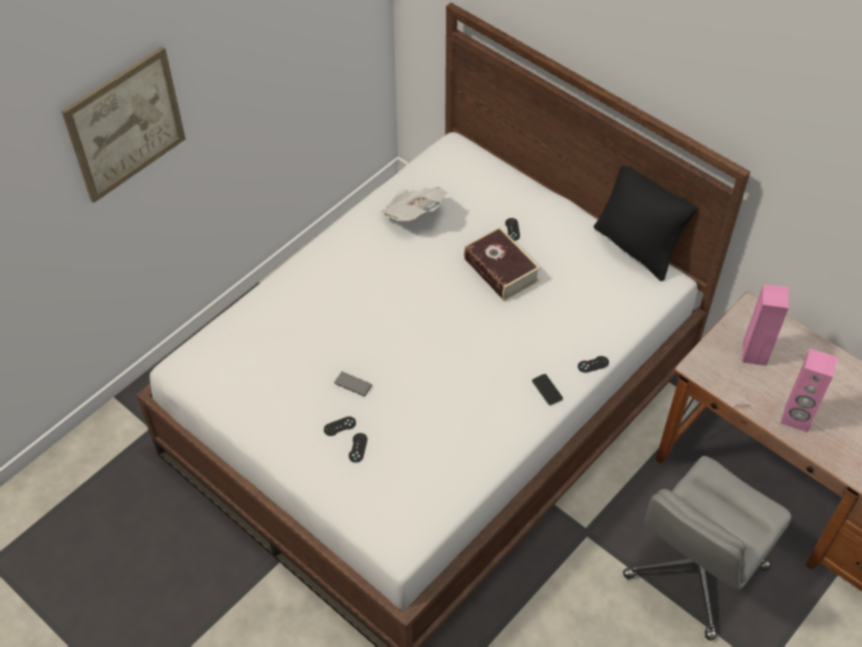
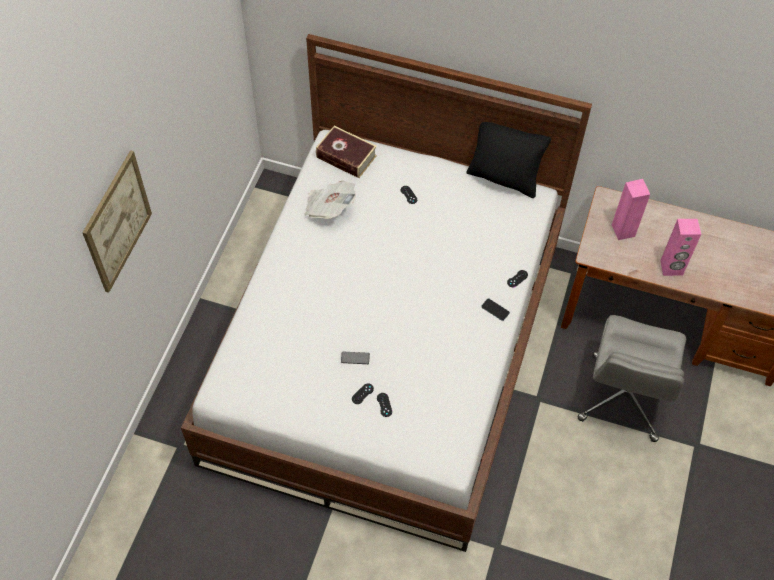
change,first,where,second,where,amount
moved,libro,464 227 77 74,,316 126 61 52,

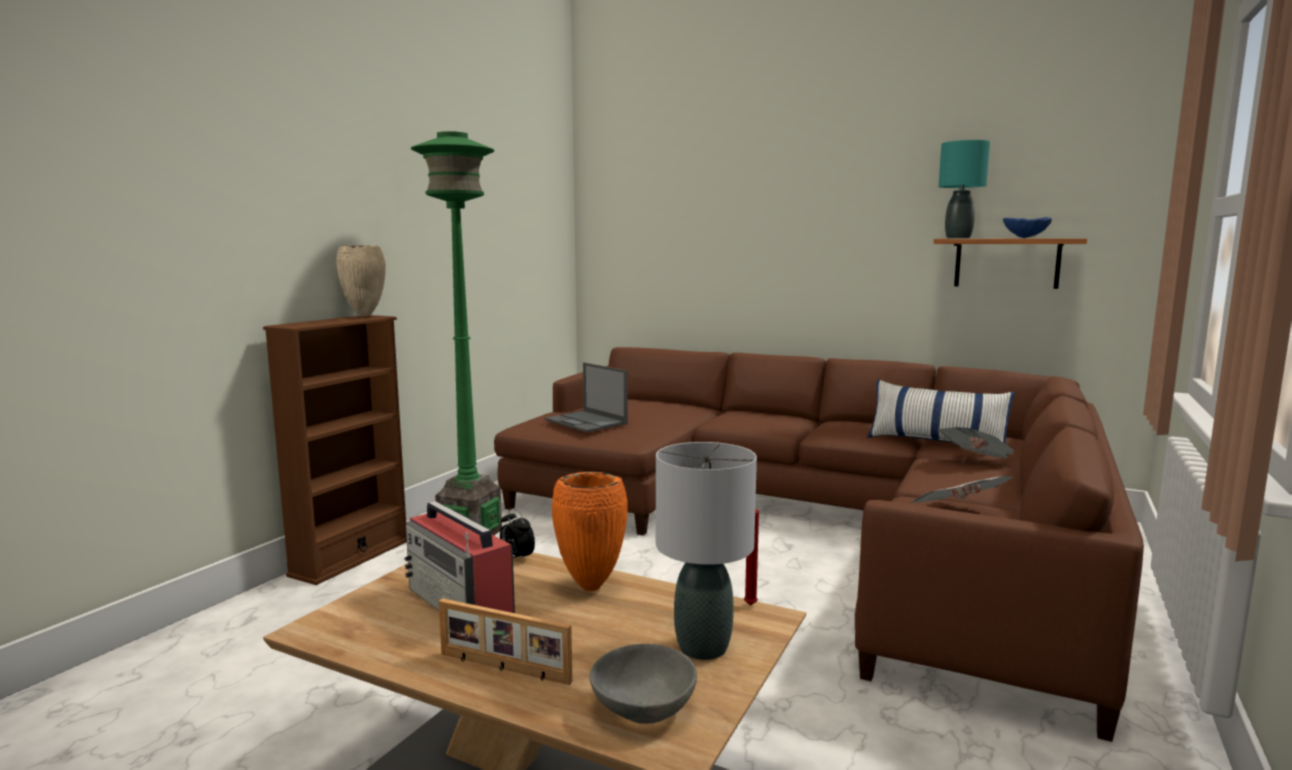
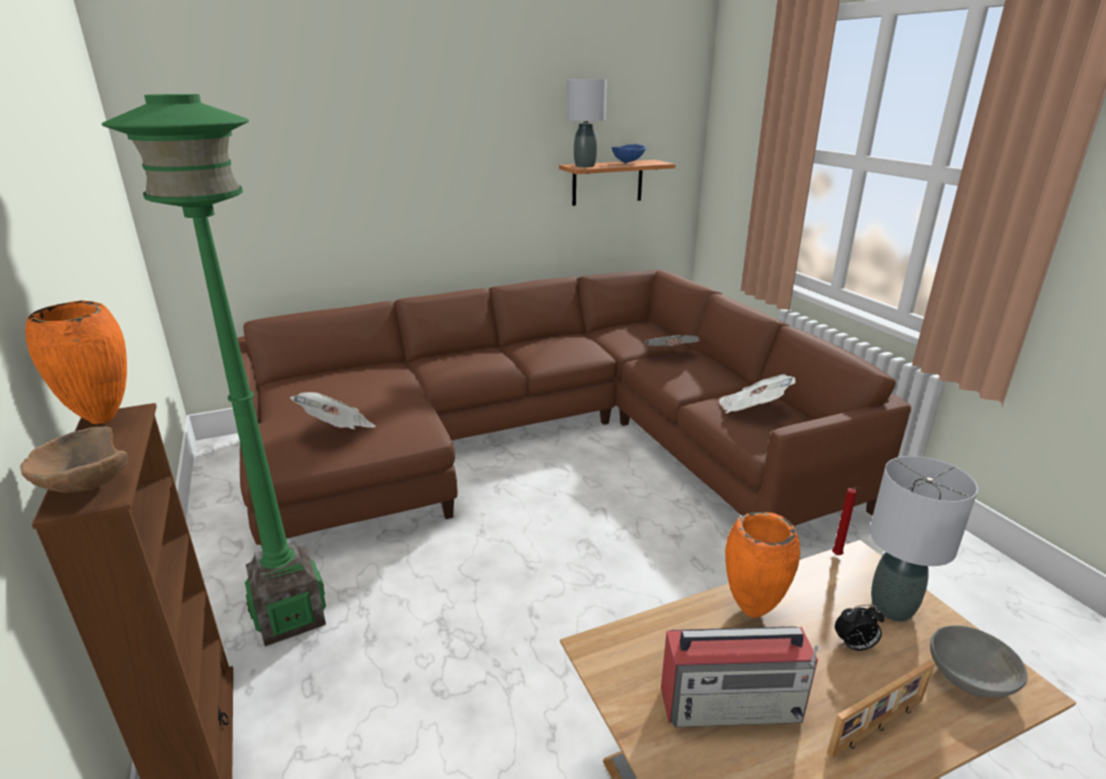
change,first,where,second,where,amount
recoloured,lámpara de mesa (turquesa),939 140 51 98,lámpara de mesa (gris),567 79 40 88,
recoloured,florero (beis),336 246 50 71,florero (naranja),25 300 102 124,
replaced,portátil,545 362 83 70,periódico,290 392 86 37,
removed,cojín,867 379 148 65,,,
moved,despertador,500 508 35 55,,835 605 49 46,
added,,,cuenco (marrón),20 427 108 66,

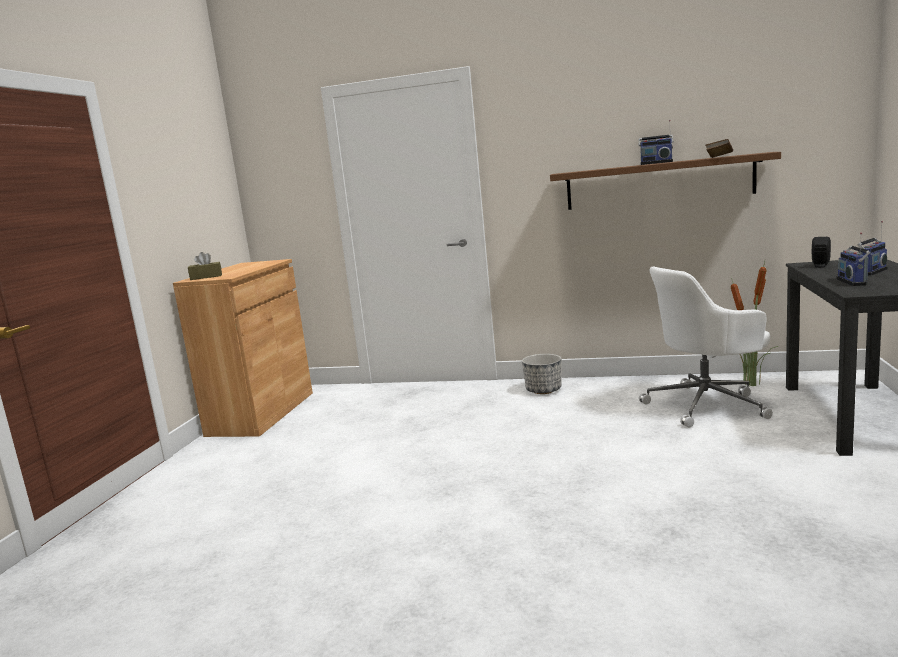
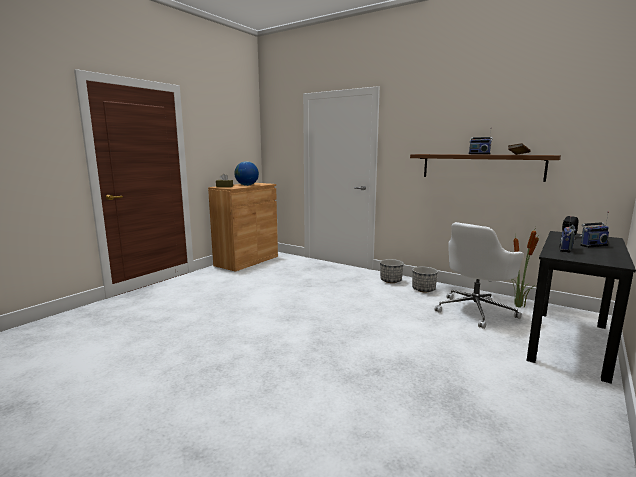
change,first,where,second,where,amount
turned,silla de oficina (blanco),639 267 134 161,,434 222 90 107,45 degrees counterclockwise
added,,,globo terráqueo,234 161 25 25,
added,,,maceta,412 267 26 25,

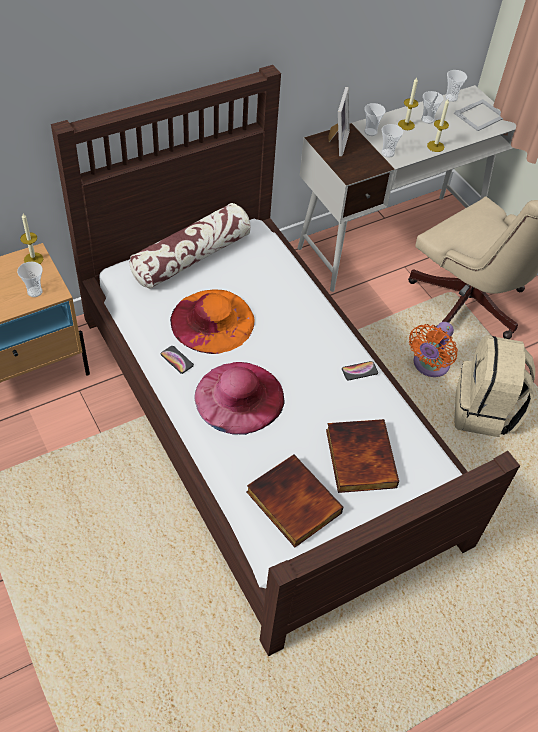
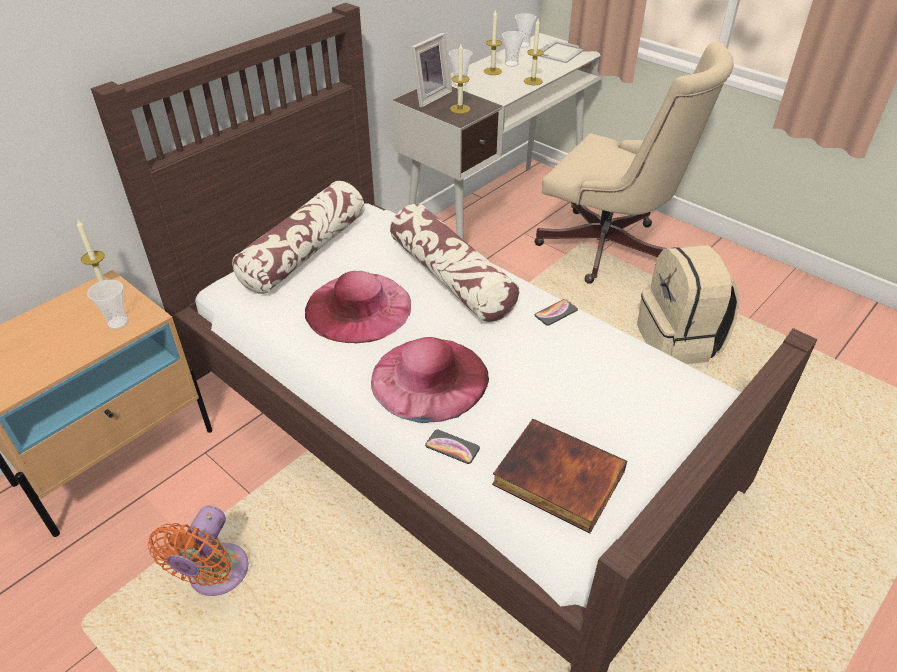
change,first,where,second,where,amount
turned,portarretratos,328 87 22 69,,411 32 41 76,45 degrees clockwise
removed,taza,381 124 22 34,,,
recoloured,sombrero (naranja),170 289 85 65,sombrero (rosa),305 271 106 72,
moved,ventilador (naranja),409 322 49 55,,148 506 100 90,
moved,móvil,160 346 34 28,,425 430 55 34,
removed,libro,326 419 73 74,,,
added,,,vela,450 44 20 70,
added,,,cojín,390 204 129 119,

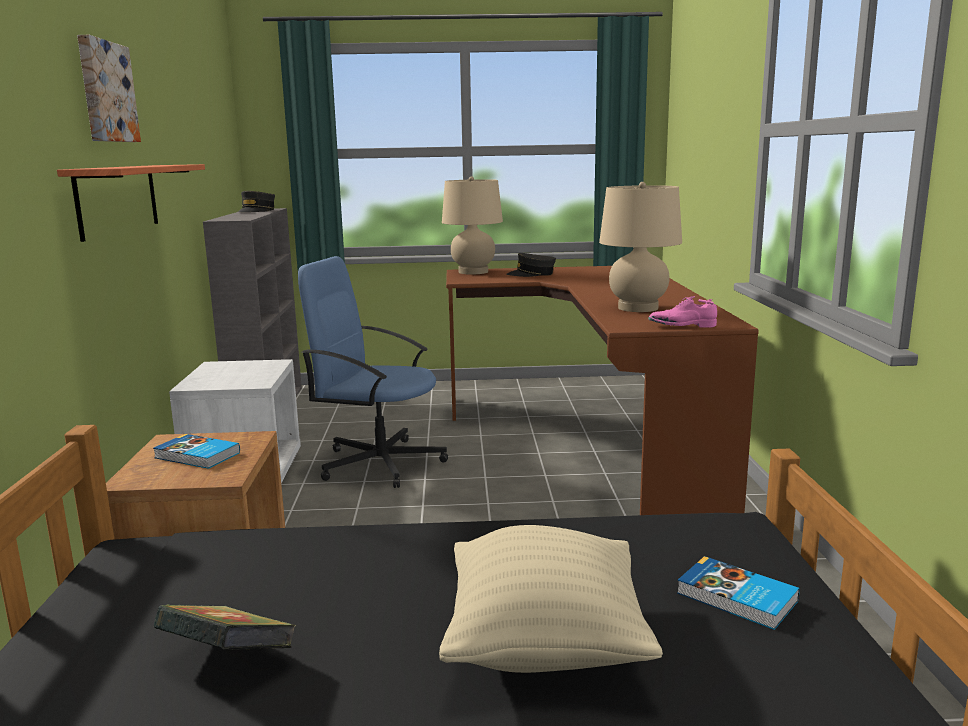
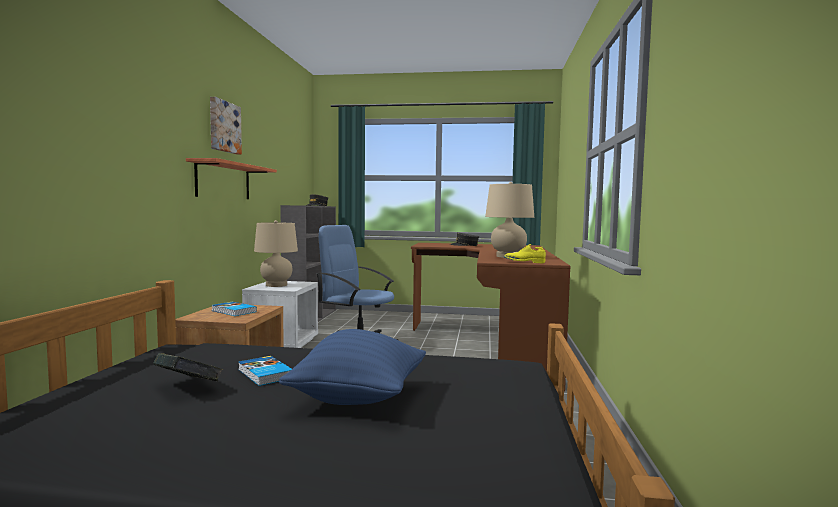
change,first,where,second,where,amount
moved,lámpara de mesa (beis),442 176 61 99,,254 220 44 67,
recoloured,zapato (rosa),648 296 69 32,zapato (amarillo),504 244 42 19,
recoloured,cojín (beis),439 525 224 148,cojín (azul),279 329 147 76,
moved,libro,677 556 123 74,,238 356 54 30,

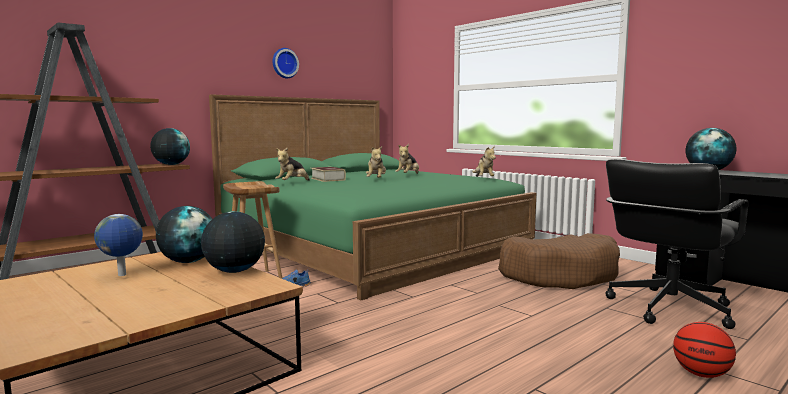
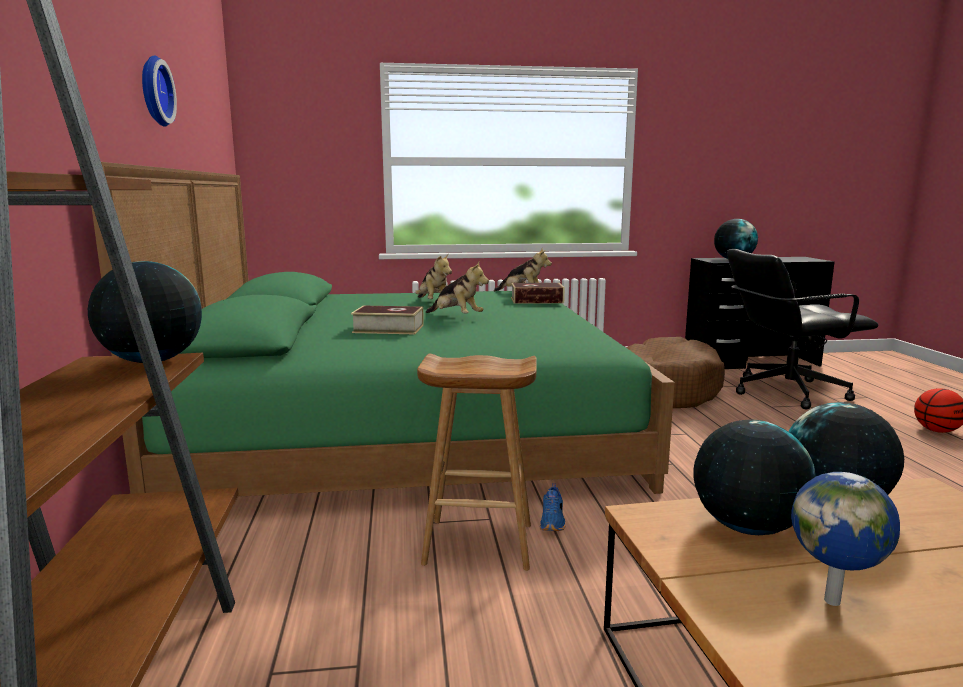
change,first,where,second,where,amount
removed,peluche,275 147 35 34,,,
turned,silla de oficina (negro),606 159 142 170,,727 249 151 160,90 degrees clockwise
added,,,libro,511 283 54 21,

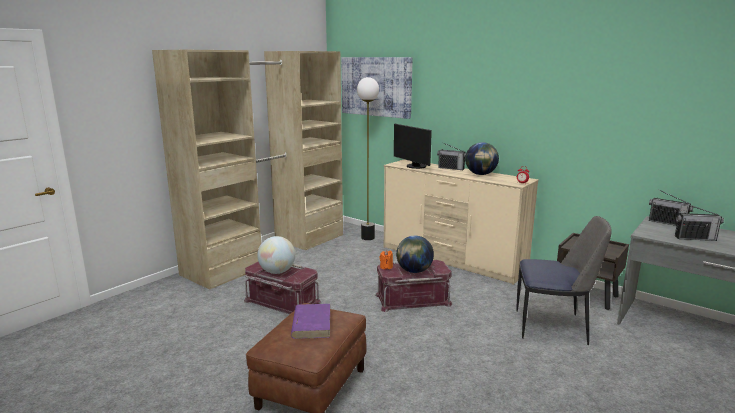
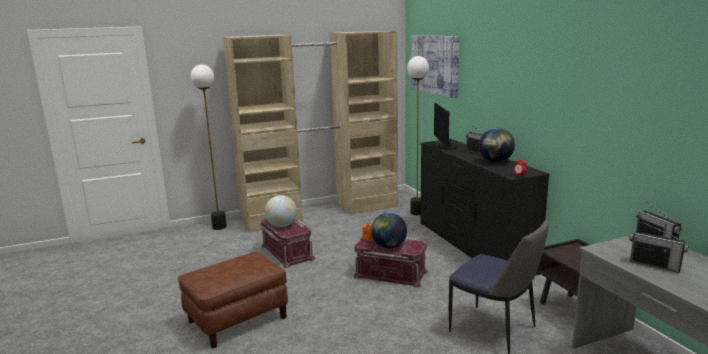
change,first,where,second,where,amount
recoloured,cómoda (beis),384 159 155 126,cómoda (negro),421 139 128 137,
removed,libro (morado),291 304 39 35,,,
added,,,lámpara de pie,191 64 36 166,

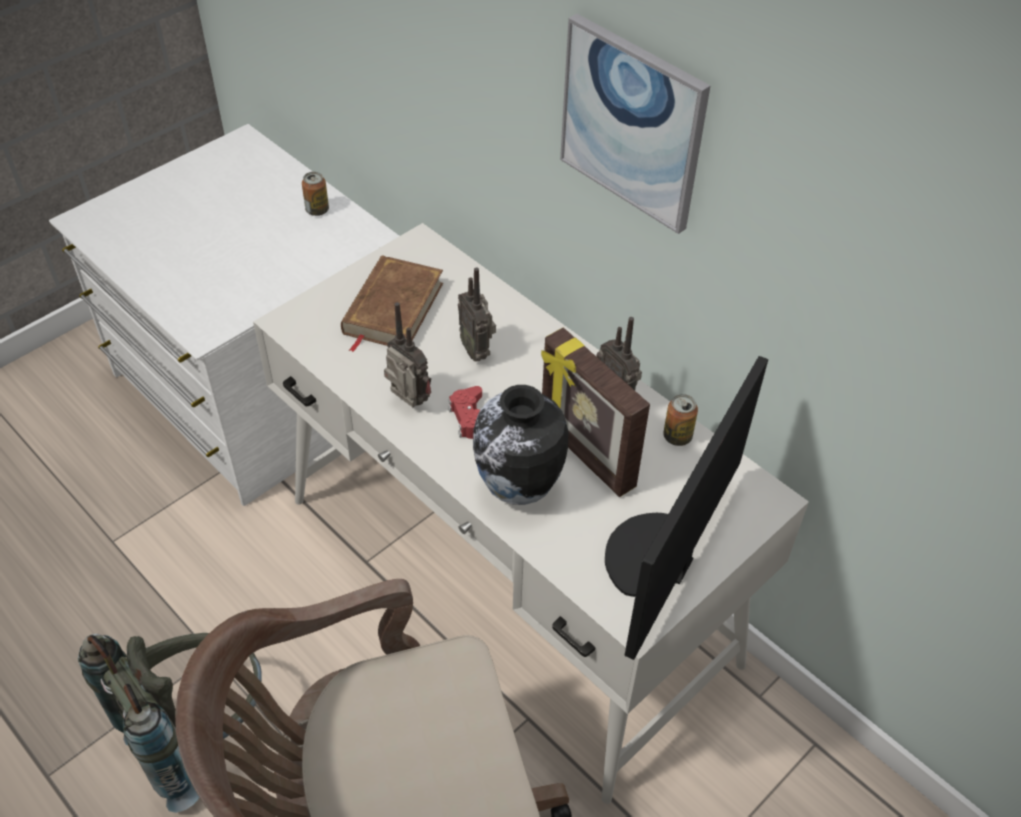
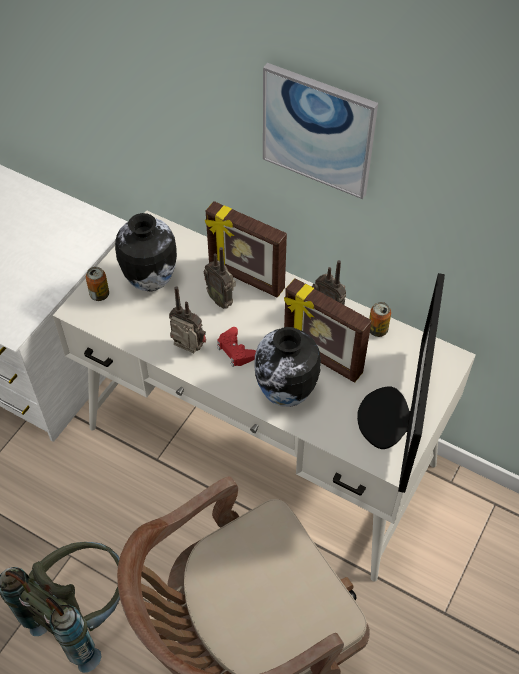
change,first,where,second,where,amount
moved,lata,302 172 27 44,,86 267 23 34,
replaced,libro (marrón),341 255 102 97,florero,115 213 62 78,
added,,,portarretratos,205 201 82 97,

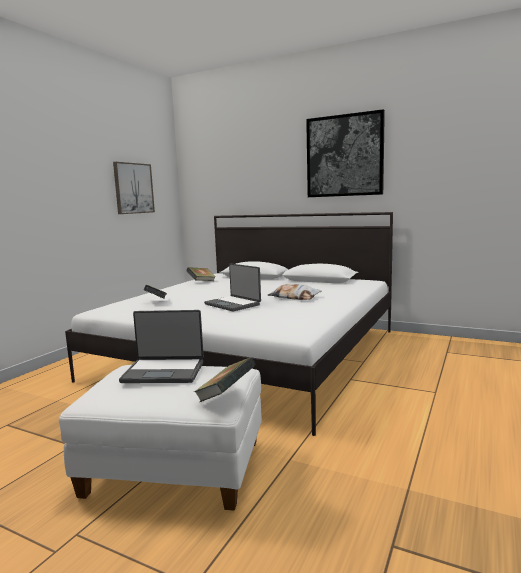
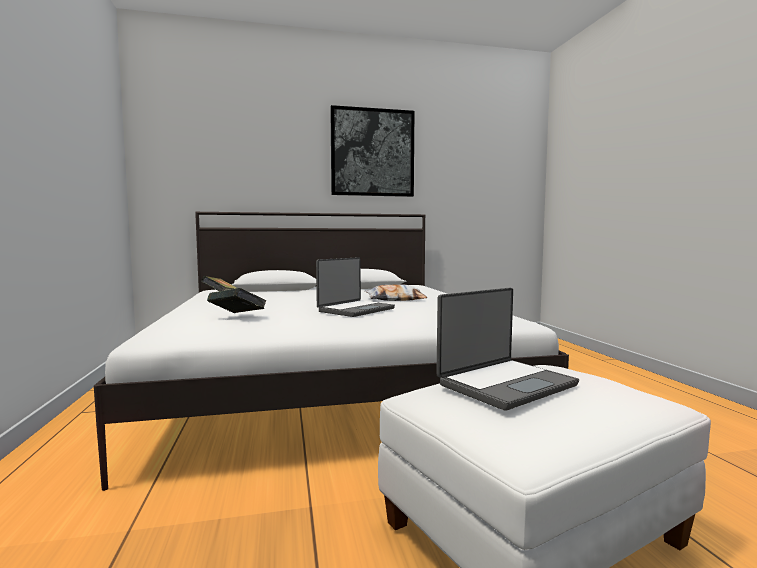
change,first,where,second,where,amount
removed,cuadro,113 162 42 52,,,
turned,portátil,204 264 57 48,,316 257 79 60,60 degrees counterclockwise
removed,libro,194 357 62 45,,,

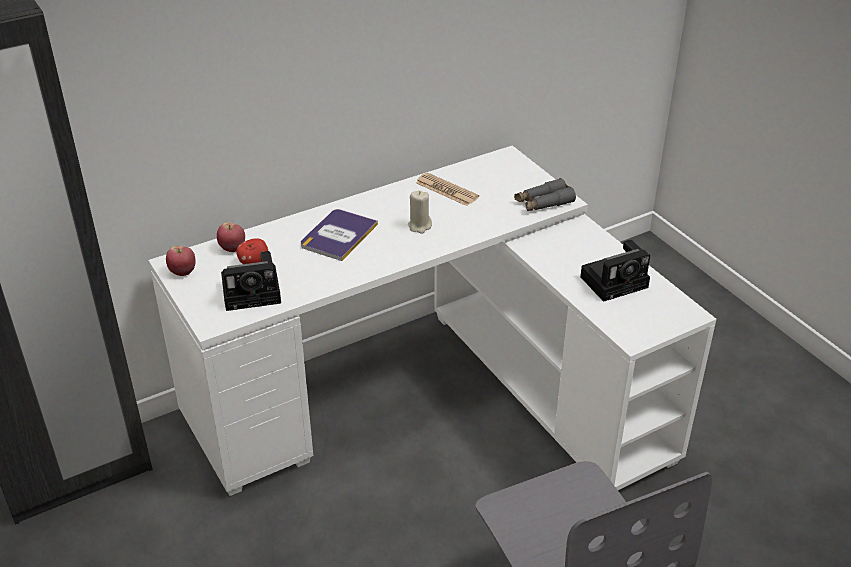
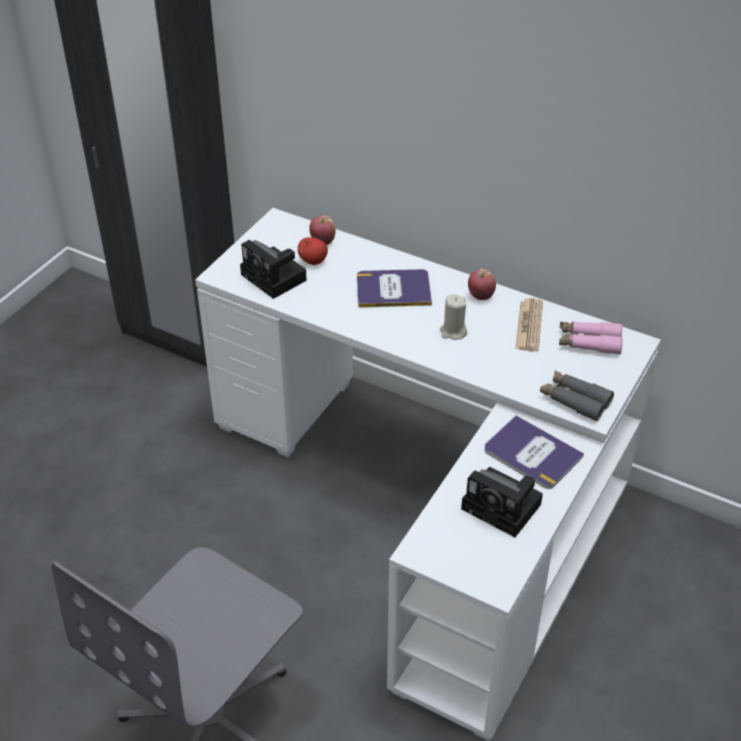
change,first,where,second,where,amount
moved,manzana,166 246 30 30,,468 269 28 31,
added,,,prismáticos (rosa),559 322 64 33,
added,,,libro,485 415 99 74,

